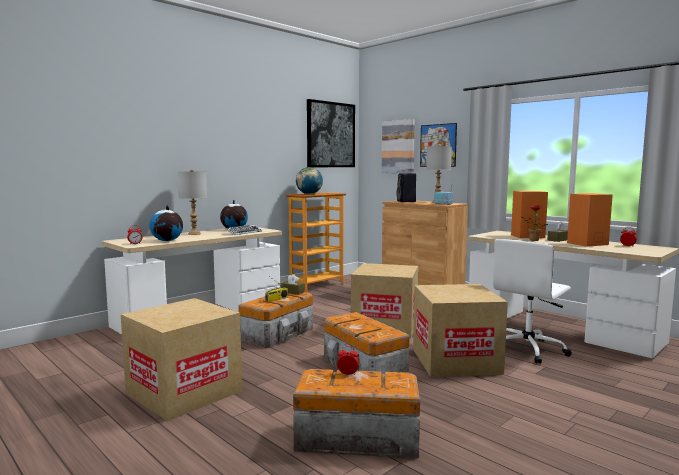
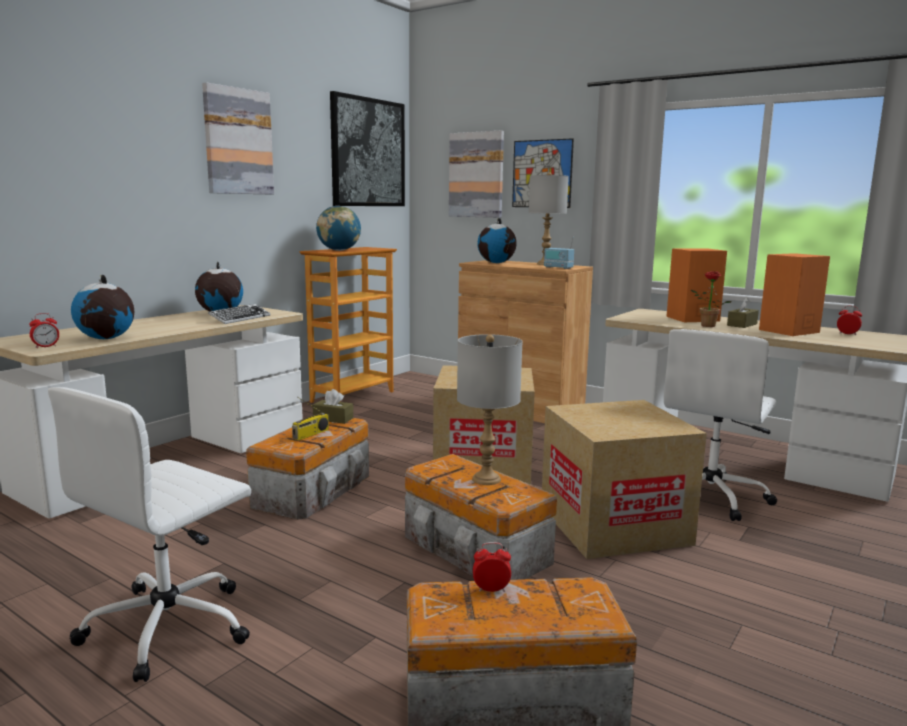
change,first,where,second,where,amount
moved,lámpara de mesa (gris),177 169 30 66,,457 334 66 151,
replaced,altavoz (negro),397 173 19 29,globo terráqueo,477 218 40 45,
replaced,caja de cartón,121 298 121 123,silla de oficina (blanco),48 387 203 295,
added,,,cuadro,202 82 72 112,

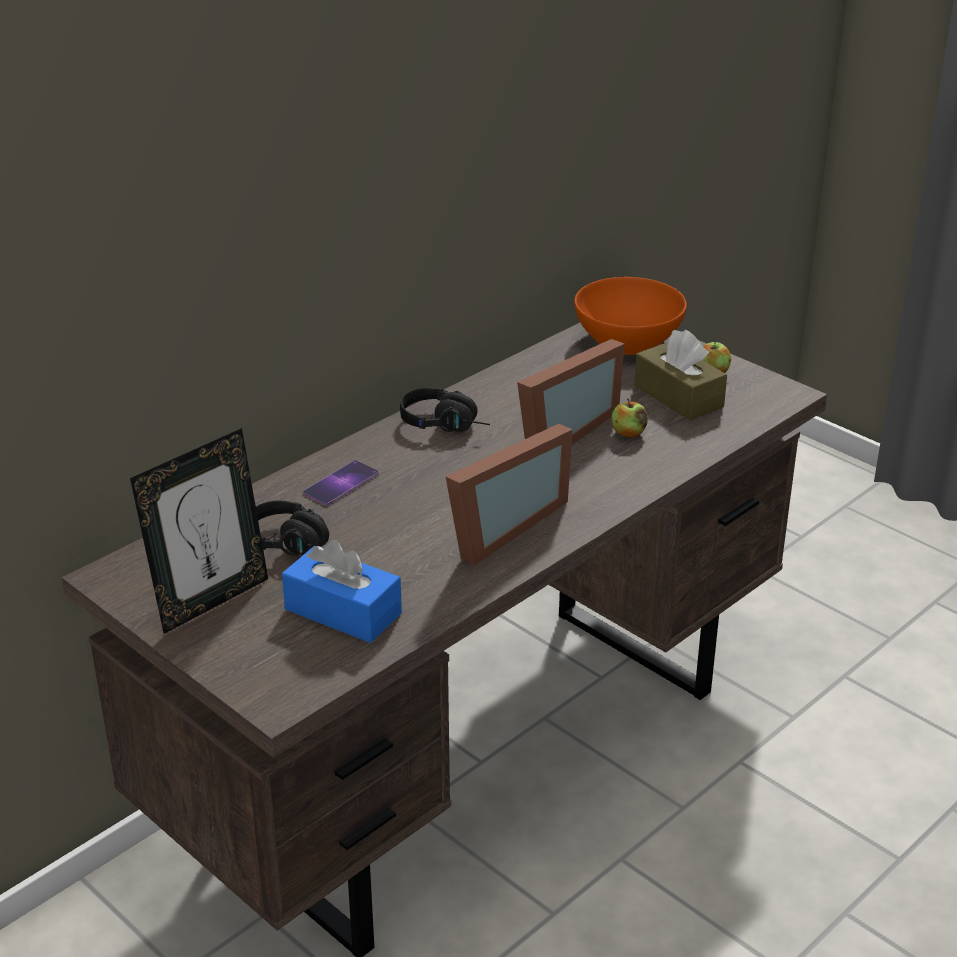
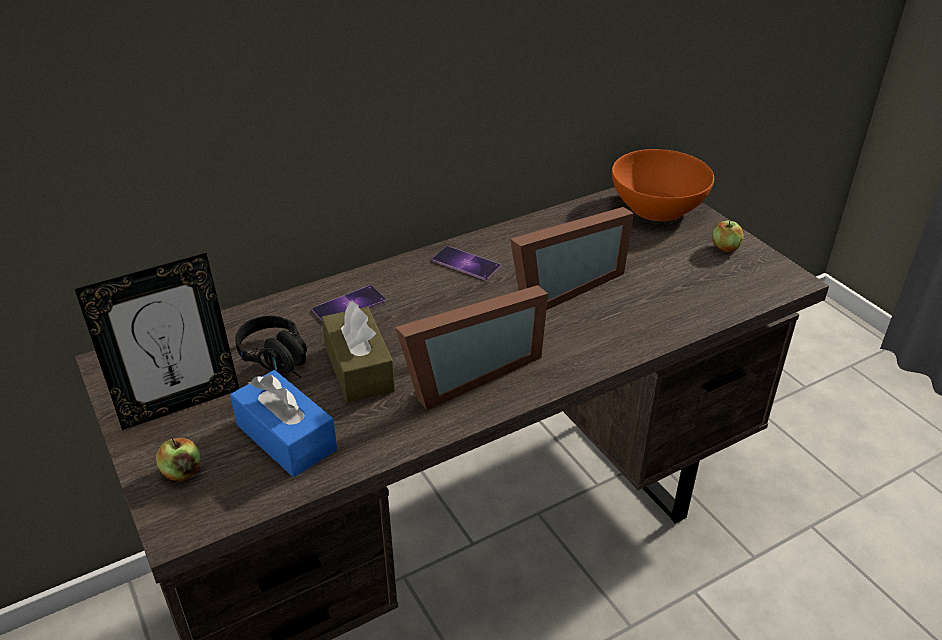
change,first,where,second,where,amount
moved,caja de pañuelos (marrón),634 330 93 90,,321 301 74 102,
replaced,auriculares (negro),400 388 90 44,móvil,432 246 69 34,
moved,manzana,611 399 37 38,,156 438 45 43,

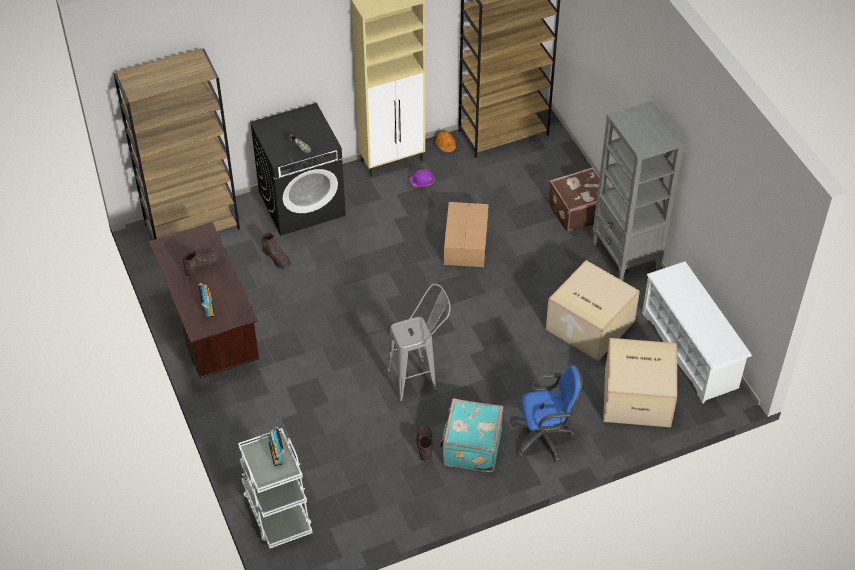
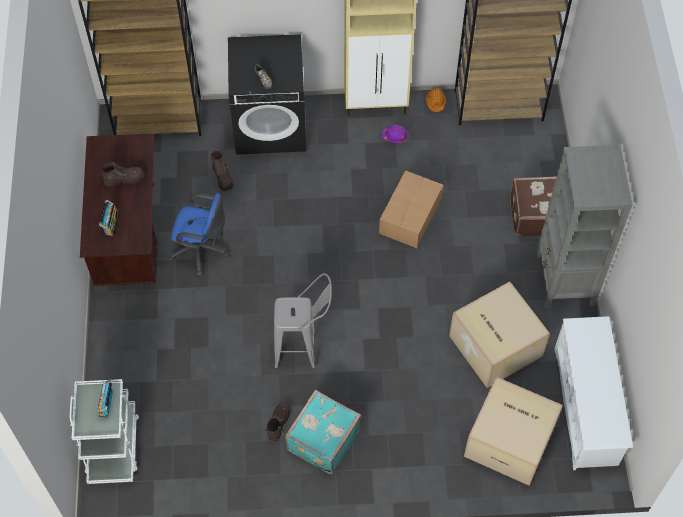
change,first,where,second,where,amount
moved,silla de oficina (azul),512 365 71 97,,168 193 61 83,

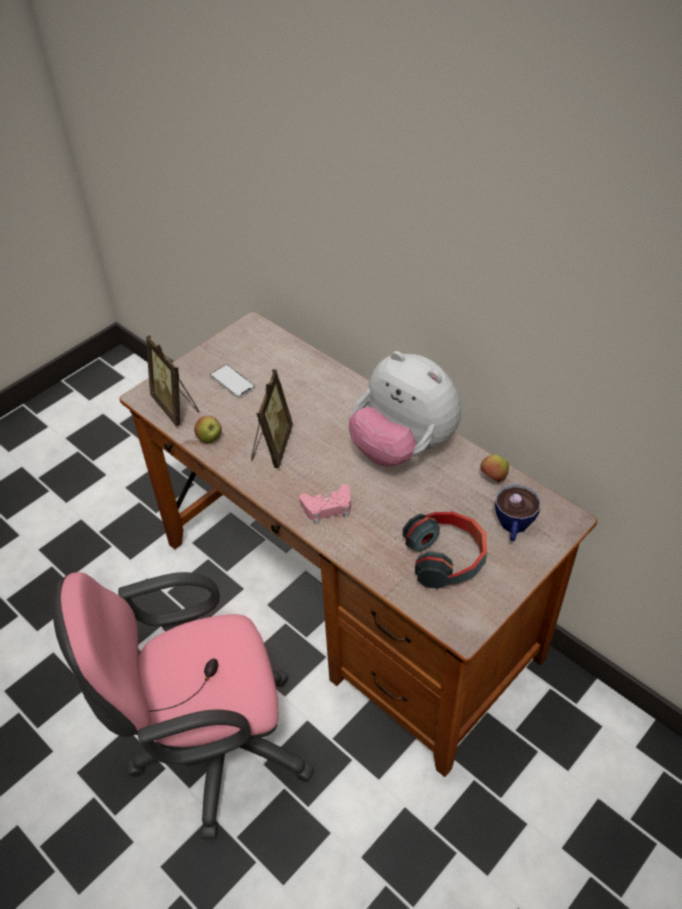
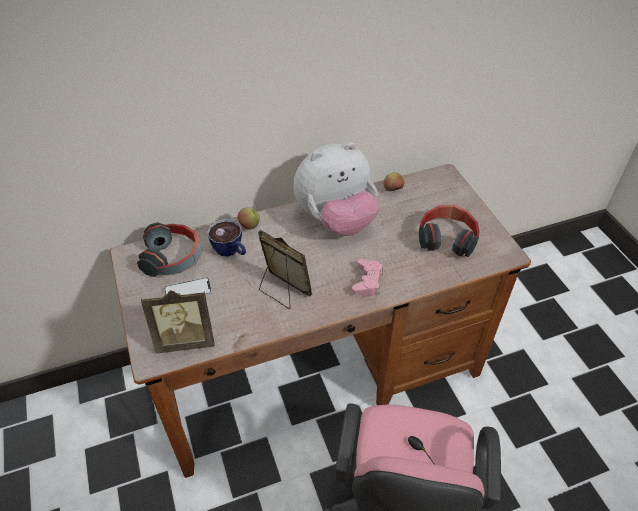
change,first,where,second,where,amount
moved,manzana,194 415 28 29,,237 207 23 22,
moved,taza,495 484 46 57,,207 219 39 38,
added,,,auriculares,137 222 65 55,

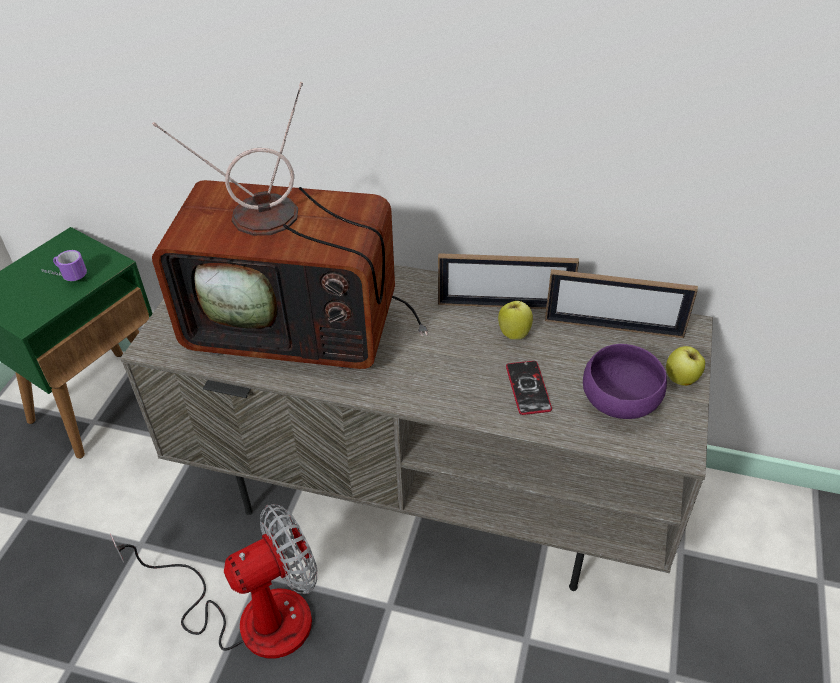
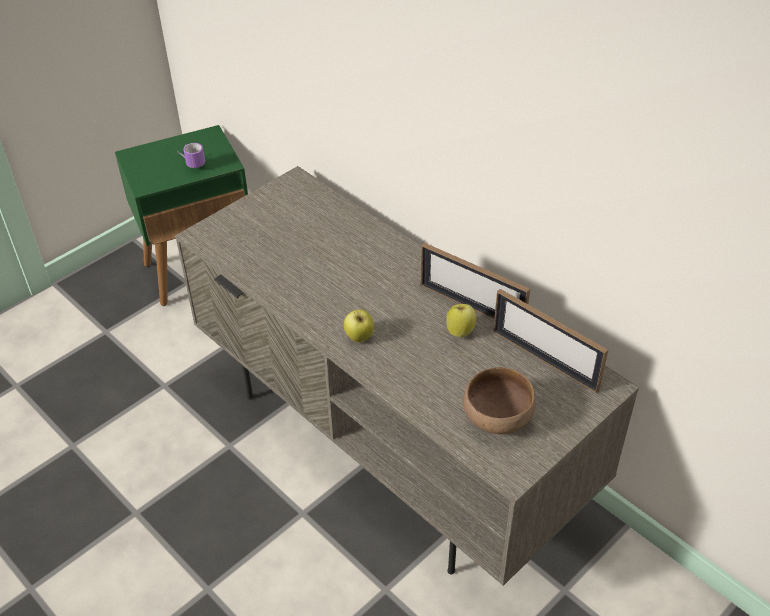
change,first,where,second,where,amount
removed,televisor,152 82 276 287,,,
recoloured,cuenco (morado),583 344 84 75,cuenco (marrón),463 367 73 67,
moved,manzana,666 346 39 40,,344 309 30 33,
removed,móvil,506 361 46 54,,,
removed,ventilador,110 504 208 155,,,

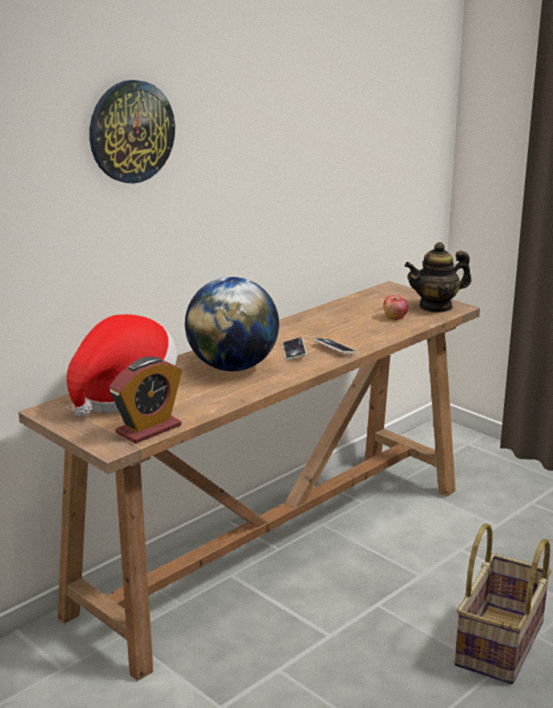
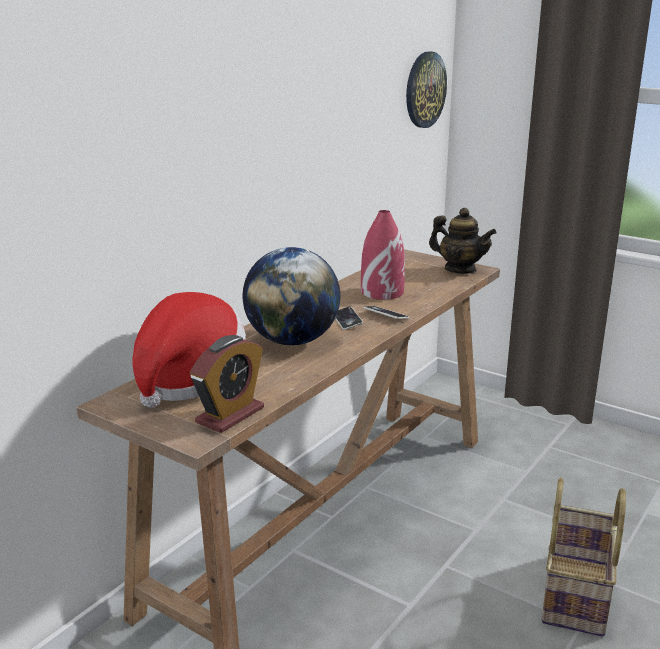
change,first,where,second,where,amount
moved,reloj de pared,89 80 86 103,,406 51 41 77,
turned,tetera,405 242 66 71,,429 208 68 66,120 degrees counterclockwise
removed,manzana,383 295 25 25,,,
added,,,florero (rojo),361 210 44 90,

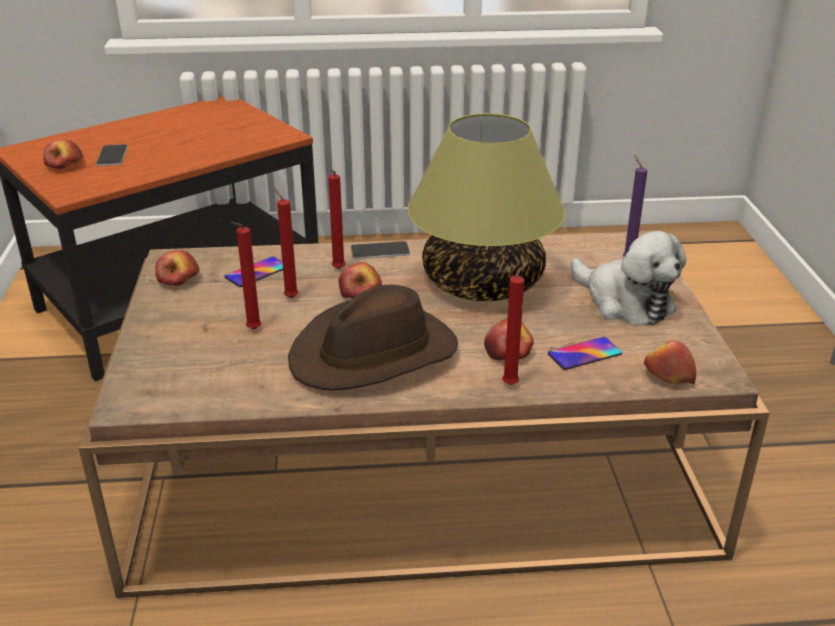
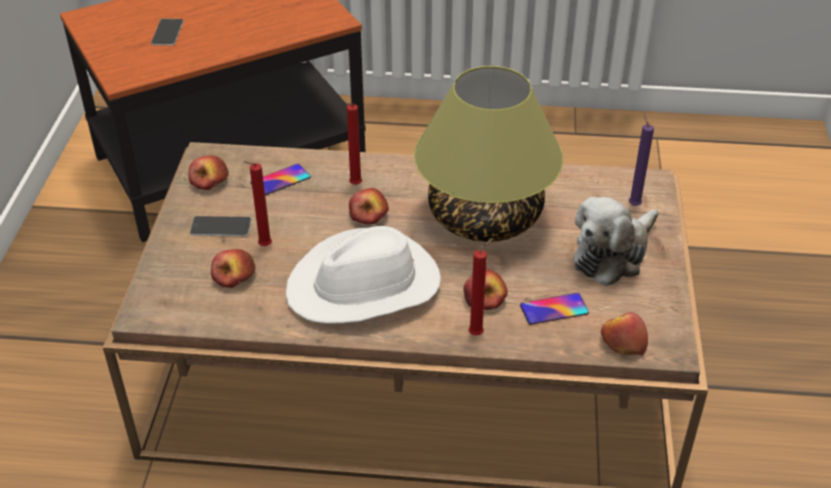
change,first,where,second,where,amount
moved,manzana,43 139 41 30,,211 249 45 39,
removed,vela (rojo),274 187 24 111,,,
turned,peluche,570 231 116 95,,573 197 85 89,75 degrees clockwise
moved,móvil,350 241 60 18,,190 216 62 20,
recoloured,sombrero (marrón),288 285 170 105,sombrero (blanco),286 226 155 98,

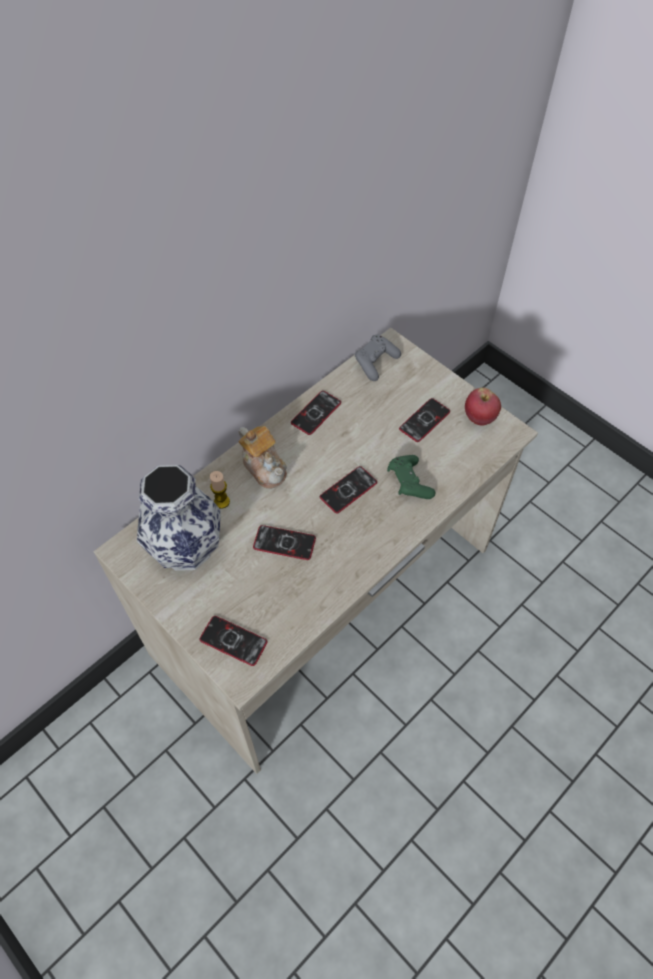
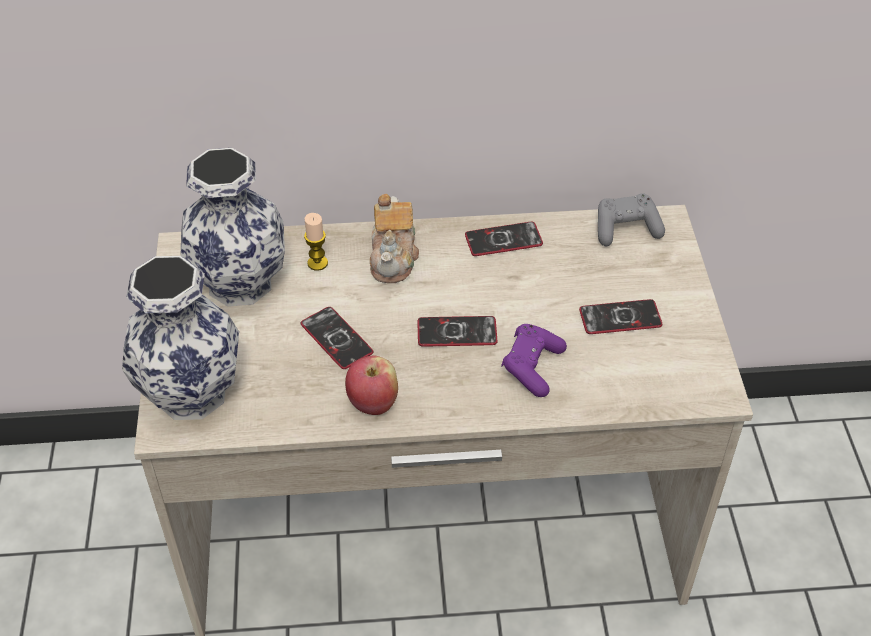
change,first,where,second,where,amount
moved,manzana,465 388 36 38,,345 356 53 59,
recoloured,mando de consola (verde),387 455 48 44,mando de consola (morado),501 324 66 73,
replaced,móvil,199 616 69 50,florero,122 256 117 164,

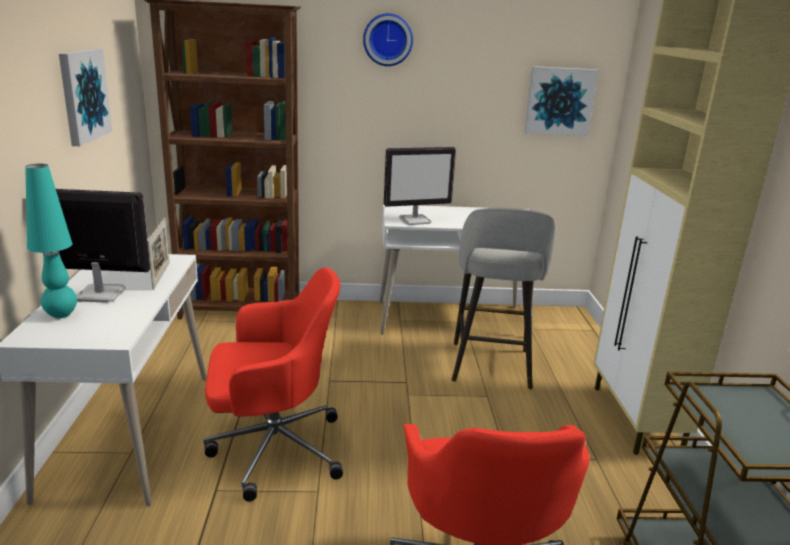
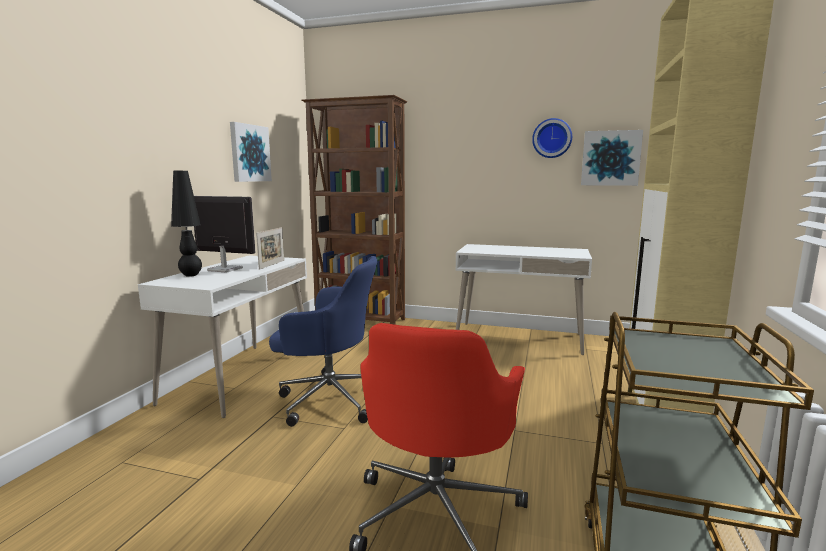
change,first,where,second,where,amount
moved,reloj de pared,363 13 50 53,,532 118 40 40,
removed,monitor,384 147 72 78,,,
recoloured,lámpara de mesa (turquesa),25 164 52 154,lámpara de mesa (negro),171 171 31 106,
removed,taburete (gris),451 208 104 182,,,
recoloured,silla de oficina (rojo),203 267 140 235,silla de oficina (azul),269 256 108 171,

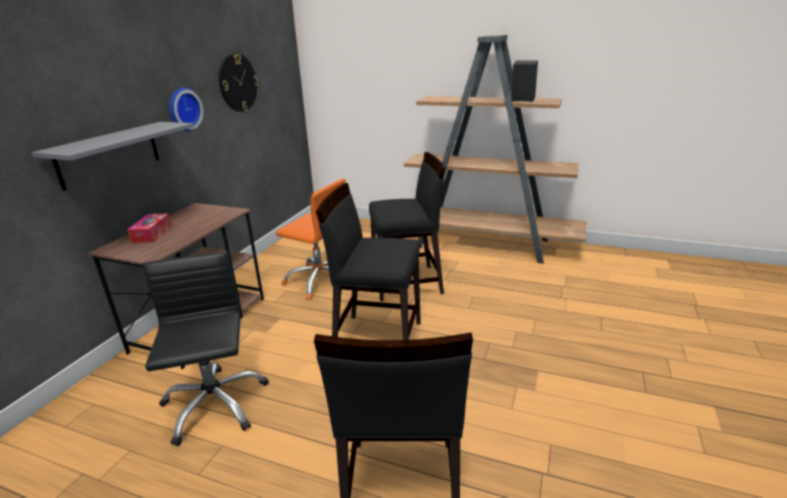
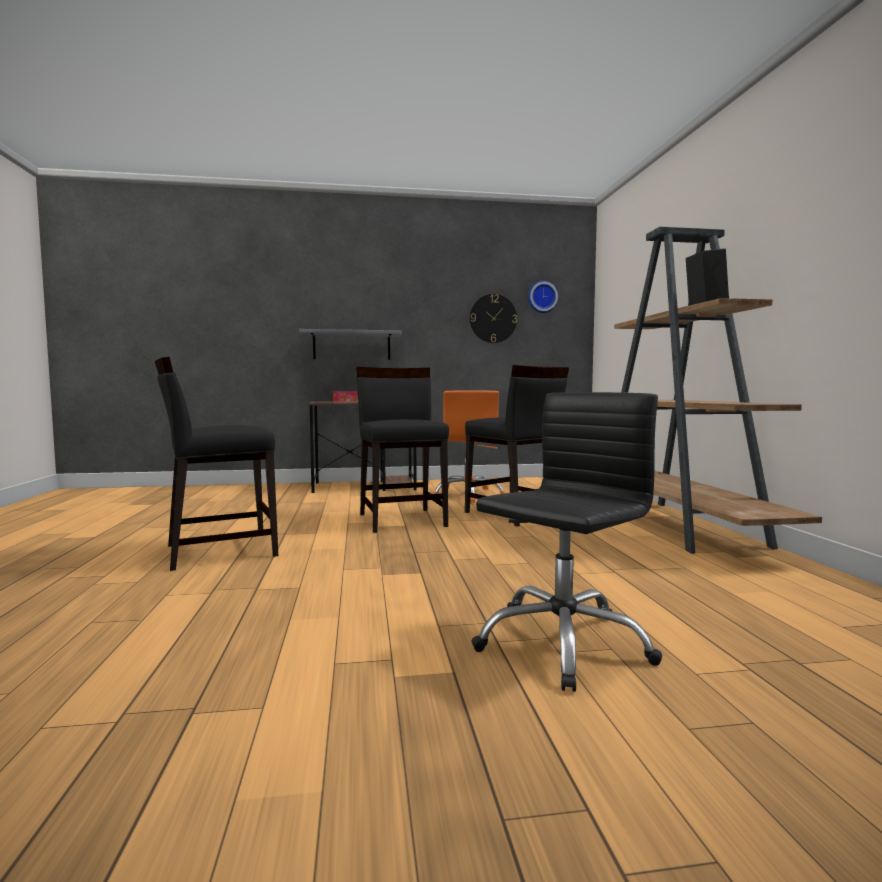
change,first,where,second,where,amount
moved,reloj de pared,169 88 34 43,,528 281 31 32,
moved,silla de oficina (negro),143 251 126 195,,471 392 191 300,

